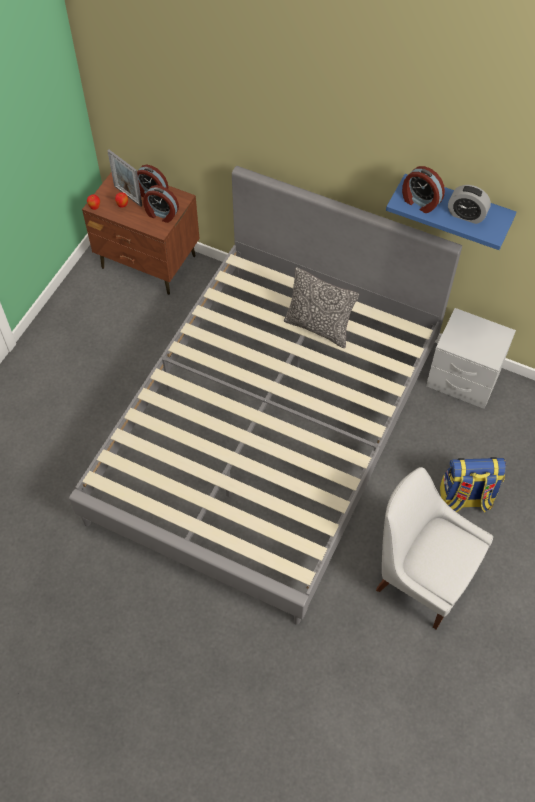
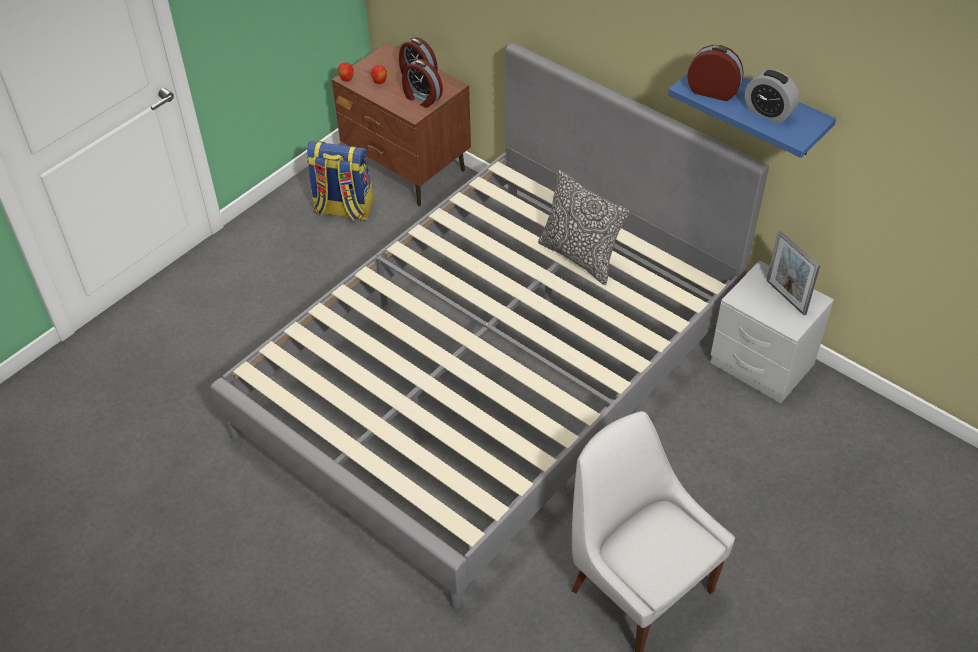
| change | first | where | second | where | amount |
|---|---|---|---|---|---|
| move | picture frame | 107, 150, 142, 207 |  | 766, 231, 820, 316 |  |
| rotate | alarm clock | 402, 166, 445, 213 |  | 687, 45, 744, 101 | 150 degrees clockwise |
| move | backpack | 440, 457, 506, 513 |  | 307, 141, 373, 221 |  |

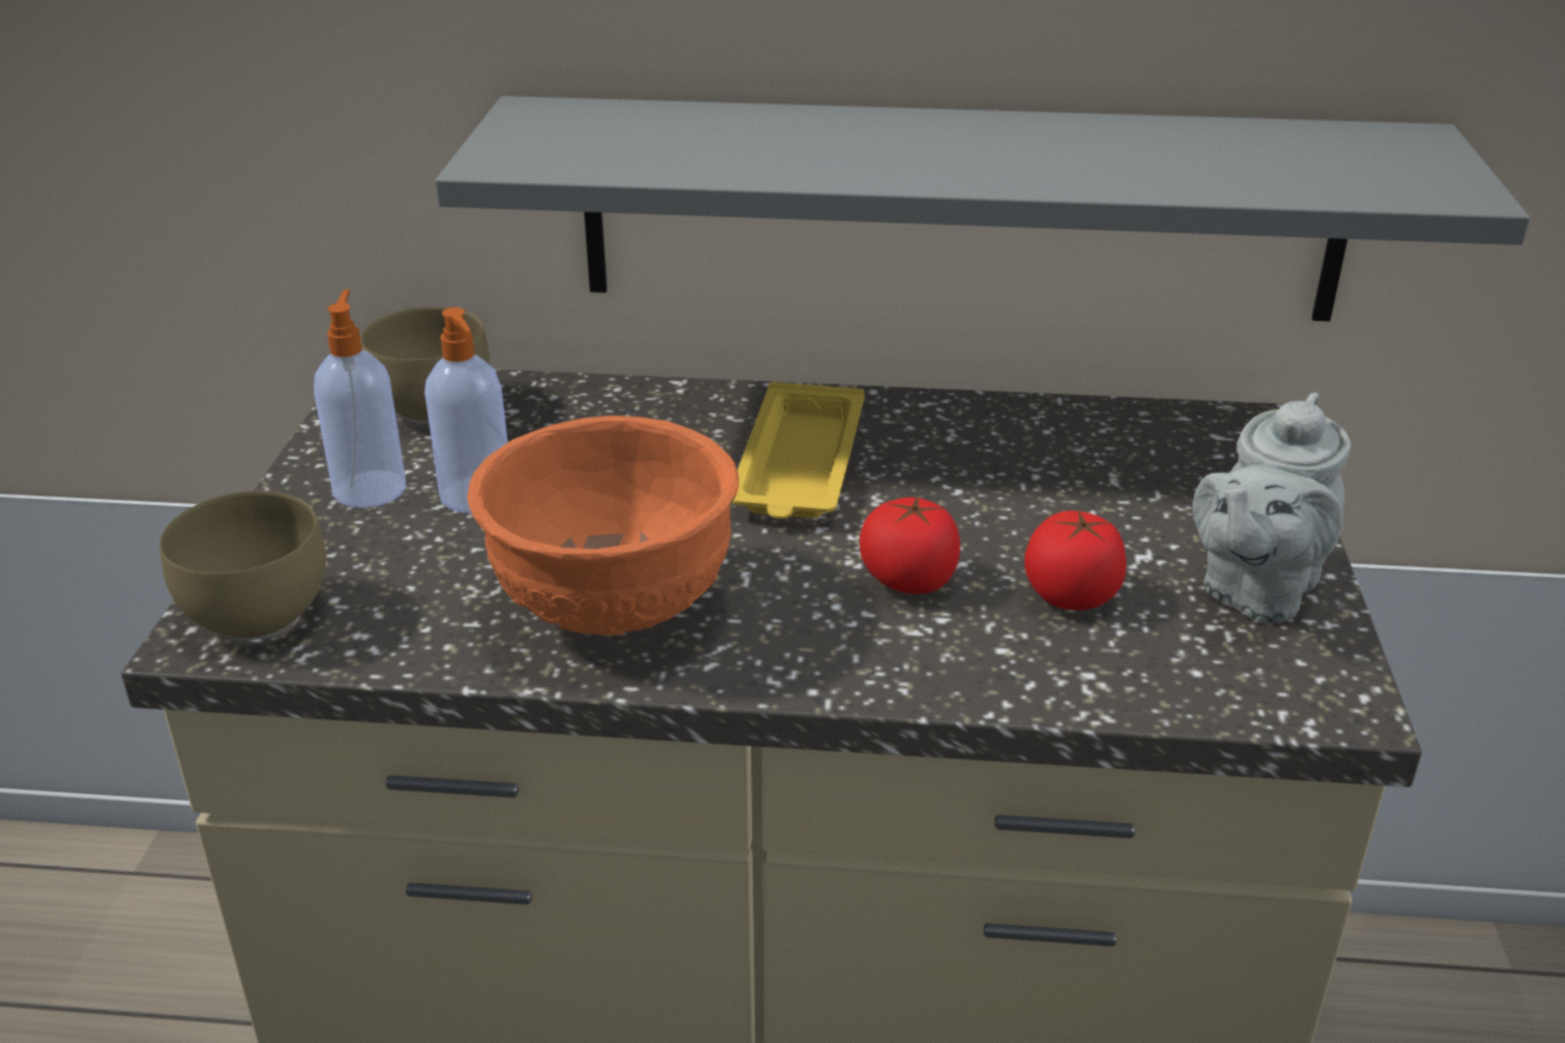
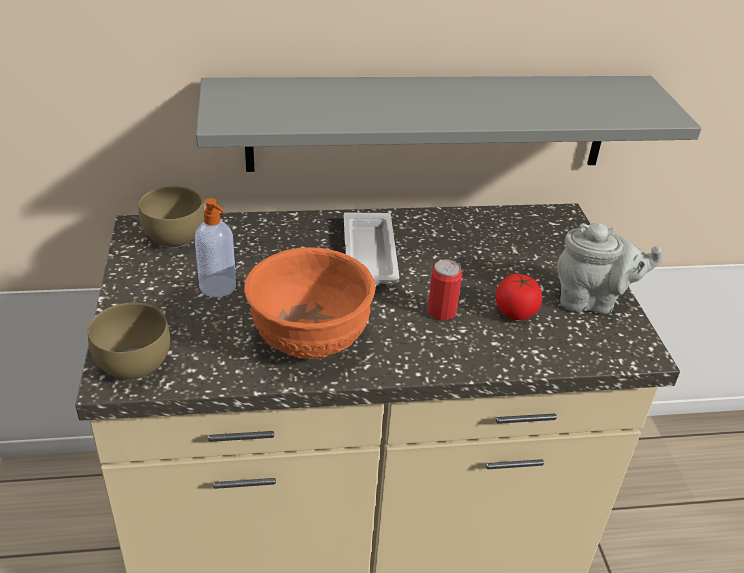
| change | first | where | second | where | amount |
|---|---|---|---|---|---|
| delete | soap dispenser | 314, 289, 406, 508 |  |  |  |
| recolor | tray/yellow | 732, 382, 865, 519 | tray/white | 344, 212, 399, 287 |  |
| rotate | teapot/grey | 1192, 392, 1351, 623 |  | 557, 222, 662, 314 | 105 degrees counterclockwise |
| replace | tomato | 860, 495, 960, 594 | can | 427, 259, 462, 320 |  |

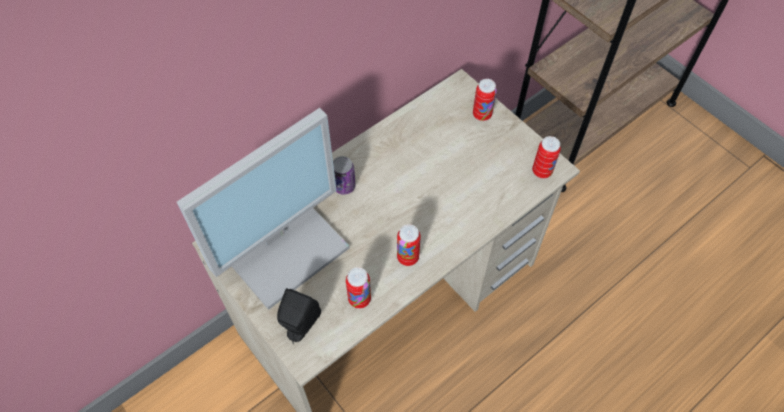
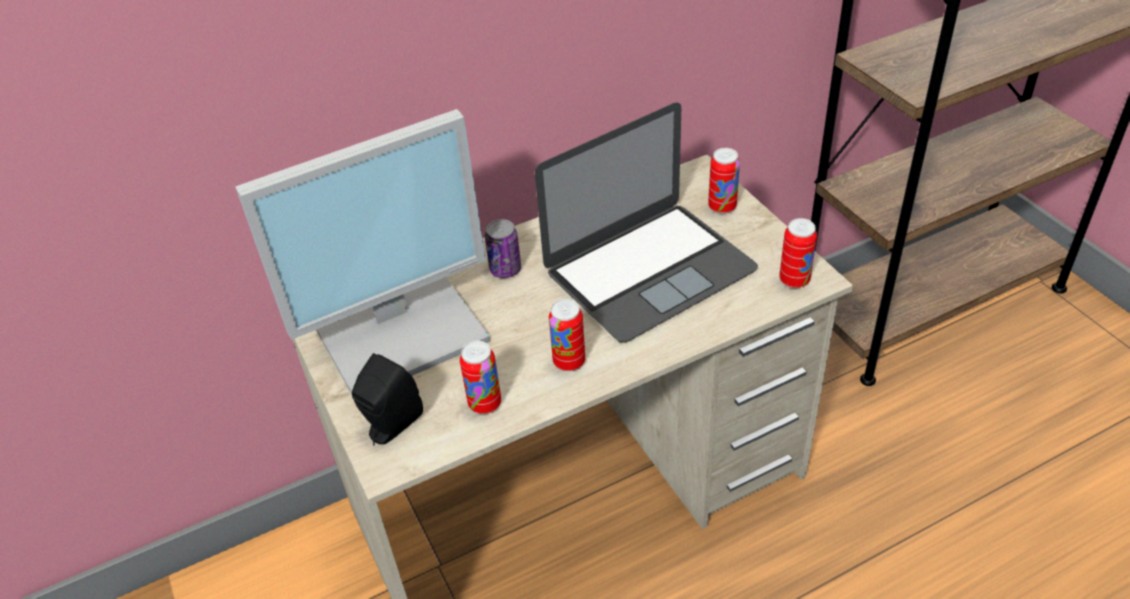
| change | first | where | second | where | amount |
|---|---|---|---|---|---|
| insert |  |  | laptop | 535, 103, 758, 343 |  |

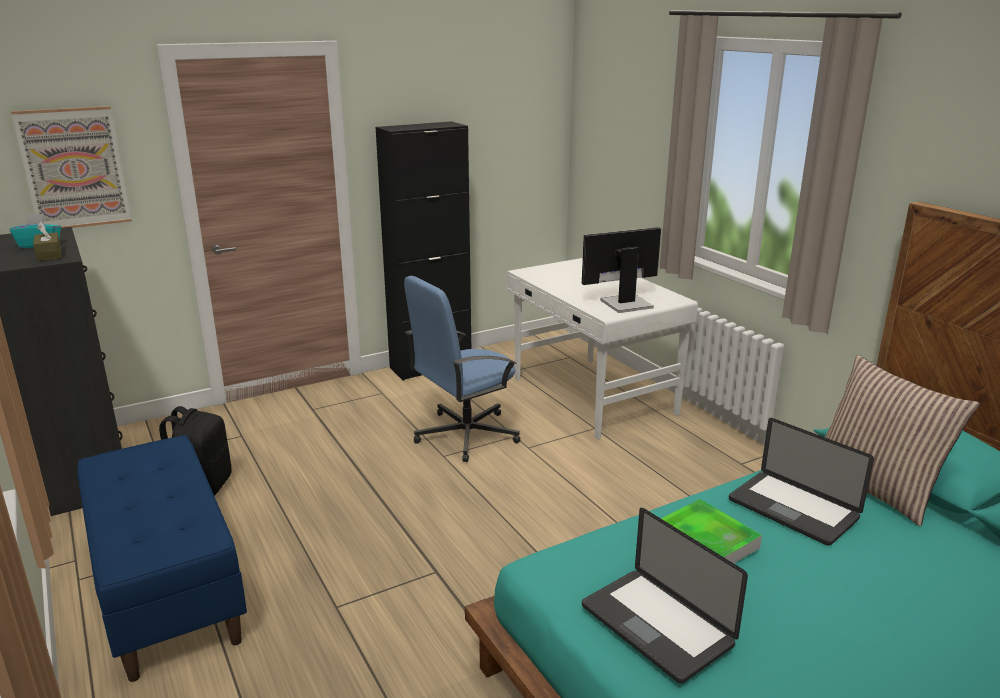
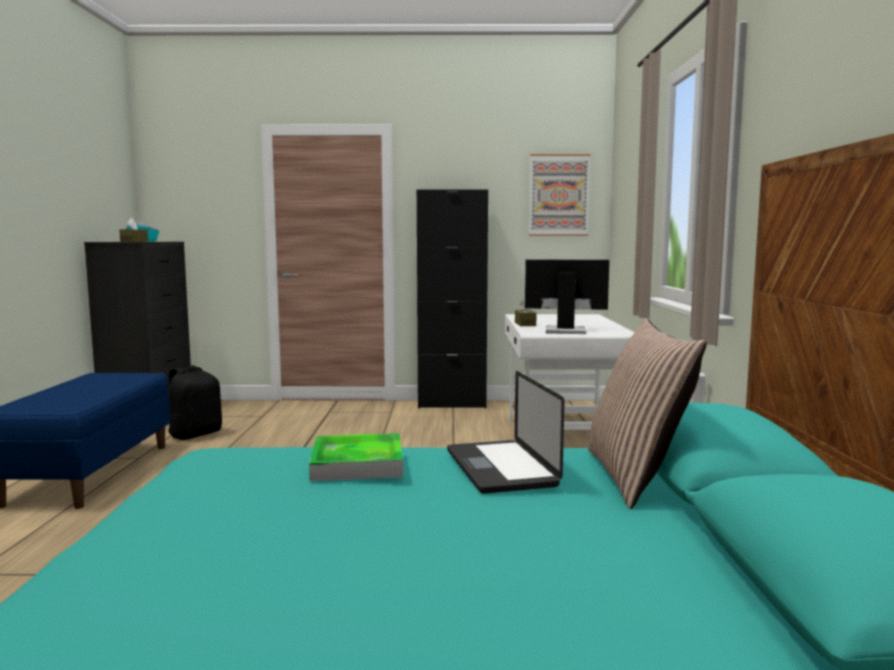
| change | first | where | second | where | amount |
|---|---|---|---|---|---|
| move | picture | 11, 106, 132, 228 |  | 529, 154, 591, 236 |  |
| delete | office chair/blue | 404, 276, 521, 462 |  |  |  |
| delete | laptop | 582, 508, 748, 683 |  |  |  |
| insert |  |  | tissue box/brown | 515, 299, 537, 326 |  |

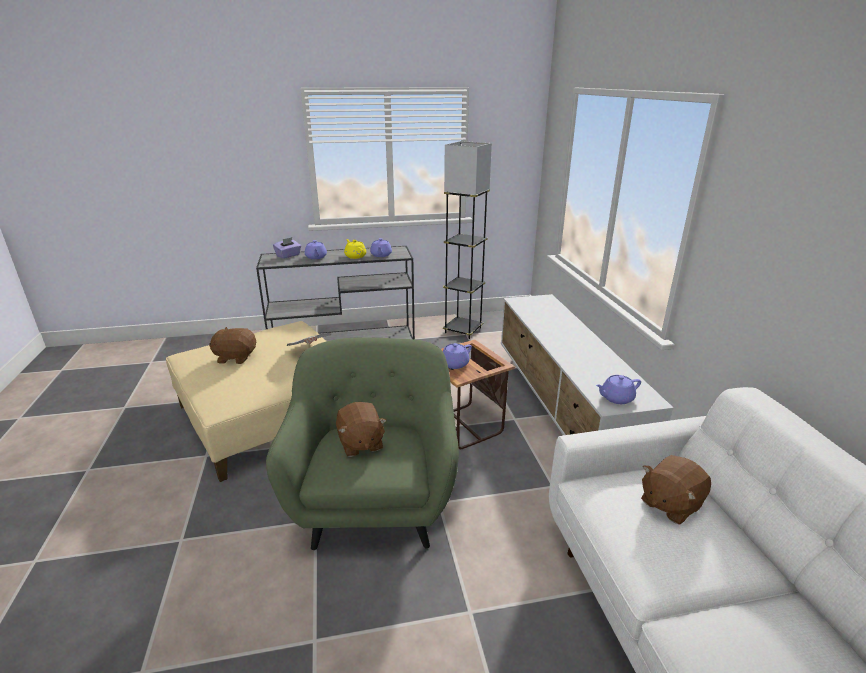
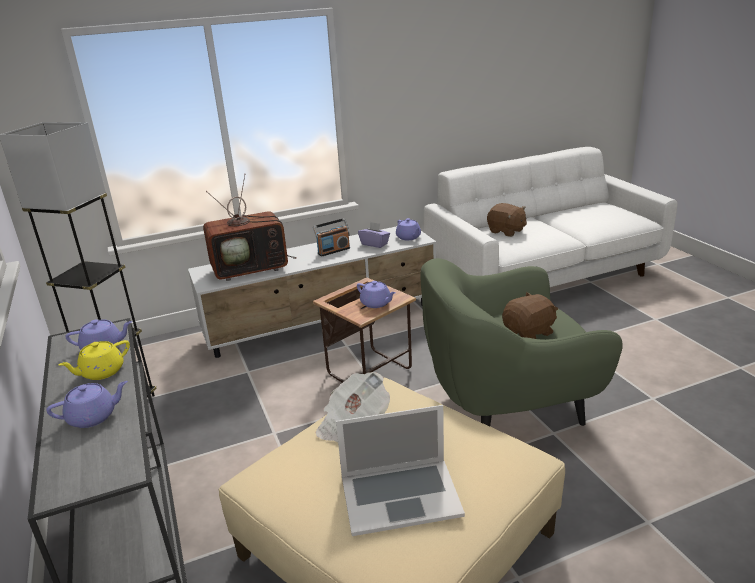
| change | first | where | second | where | amount |
|---|---|---|---|---|---|
| move | tissue box/purple | 273, 237, 301, 259 |  | 358, 222, 390, 248 |  |
| replace | plush toy/brown | 209, 327, 256, 364 | laptop | 336, 405, 465, 536 |  |
| insert |  |  | television | 203, 174, 296, 281 |  |
| insert |  |  | radio | 313, 218, 350, 256 |  |

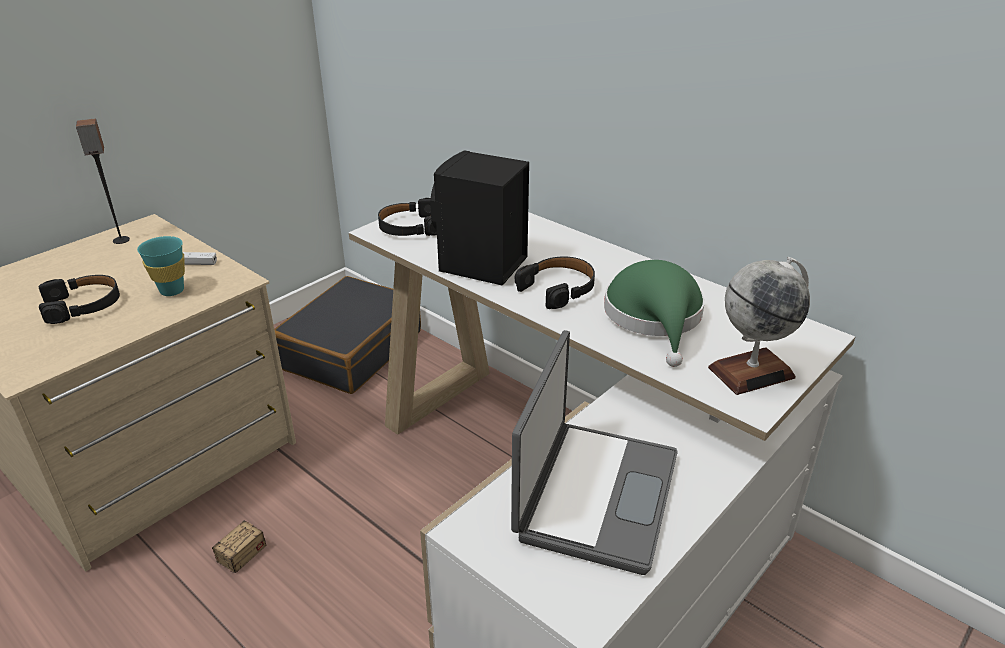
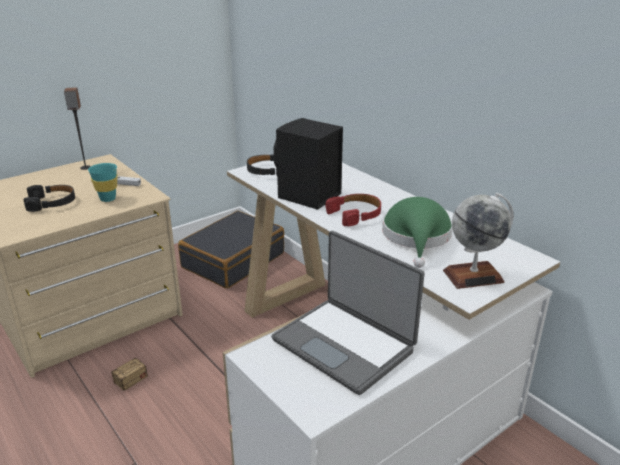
| change | first | where | second | where | amount |
|---|---|---|---|---|---|
| recolor | headphones/black | 515, 257, 595, 309 | headphones/red | 326, 194, 381, 226 |  |
| rotate | laptop | 511, 330, 678, 575 |  | 271, 231, 424, 395 | 105 degrees clockwise |

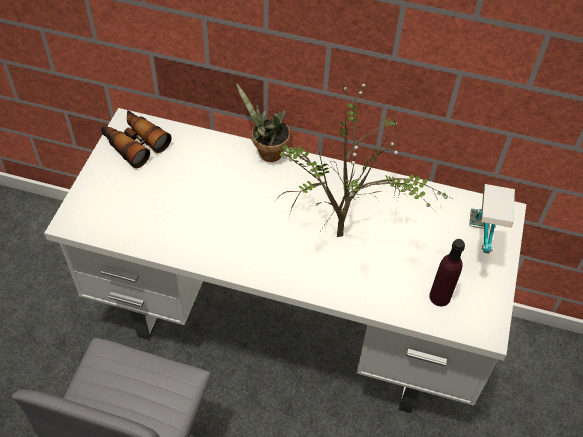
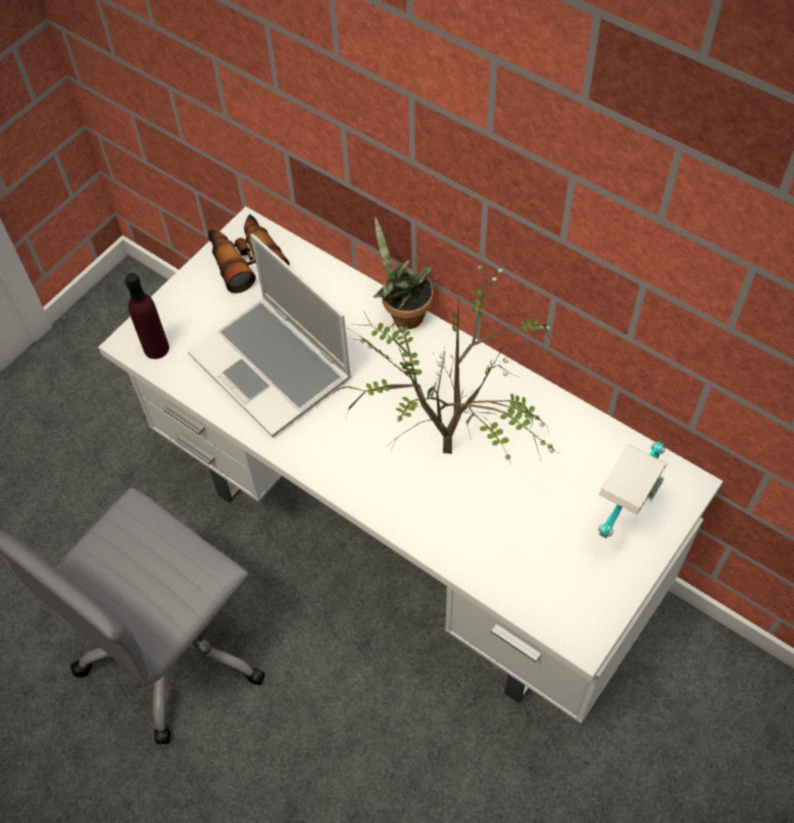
| change | first | where | second | where | amount |
|---|---|---|---|---|---|
| move | bottle/purple | 429, 239, 465, 306 |  | 125, 273, 169, 359 |  |
| insert |  |  | laptop | 188, 234, 352, 437 |  |

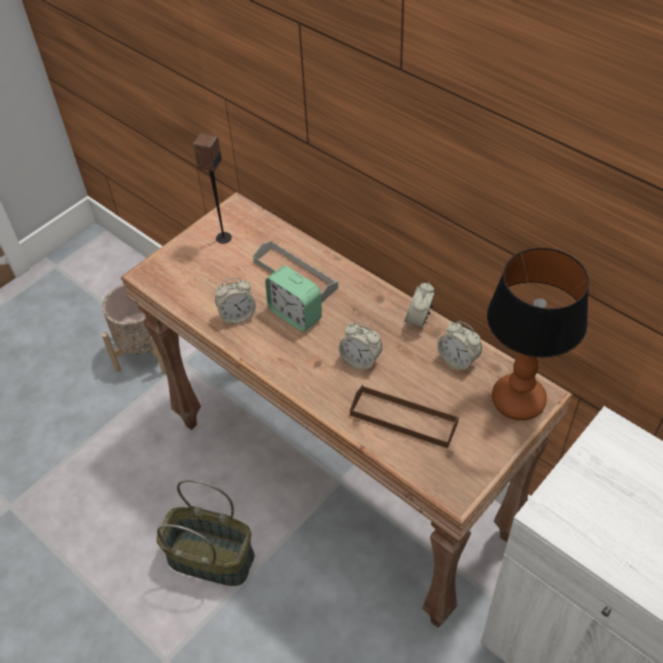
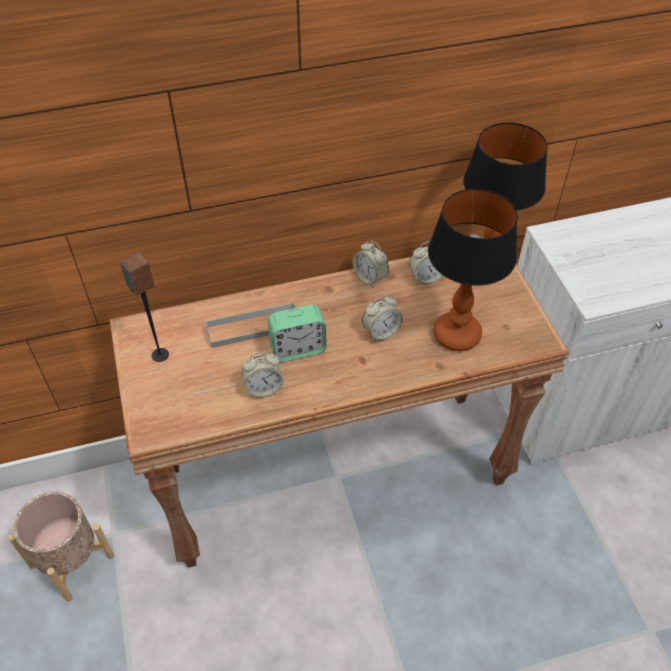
| change | first | where | second | where | amount |
|---|---|---|---|---|---|
| rotate | alarm clock | 215, 277, 256, 325 |  | 242, 352, 284, 398 | 60 degrees clockwise |
| replace | tray/brown | 350, 385, 459, 448 | table lamp | 428, 189, 518, 351 |  |
| delete | basket | 156, 479, 255, 586 |  |  |  |

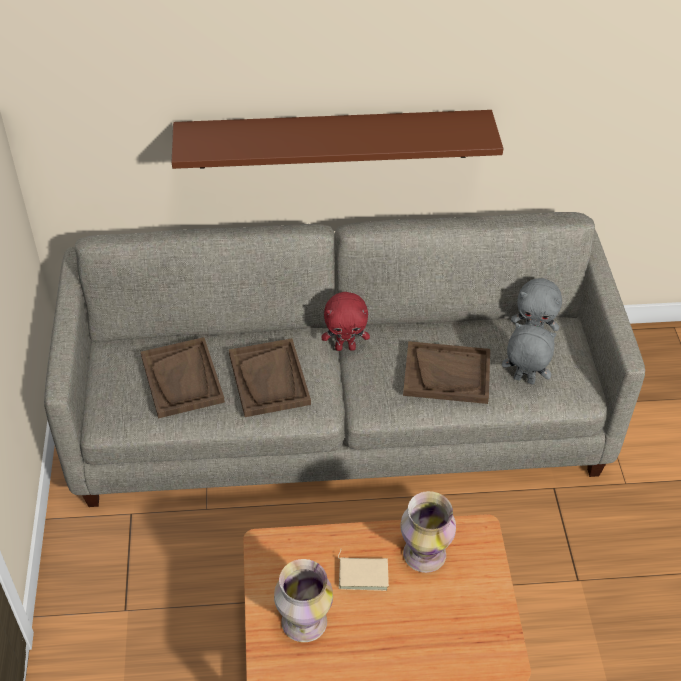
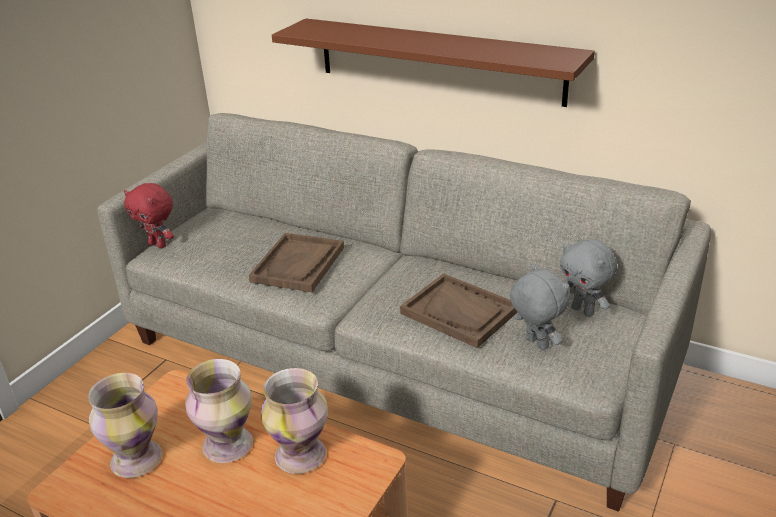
| change | first | where | second | where | amount |
|---|---|---|---|---|---|
| move | plush toy/red | 322, 292, 370, 351 |  | 124, 183, 174, 249 |  |
| delete | tray/brown | 141, 337, 225, 418 |  |  |  |
| replace | book/beige | 338, 549, 389, 591 | vase | 185, 359, 253, 463 |  |

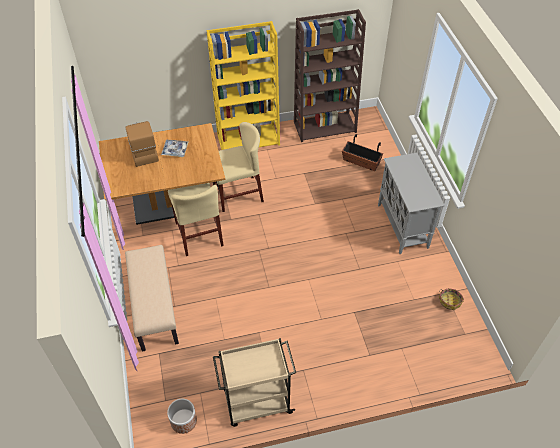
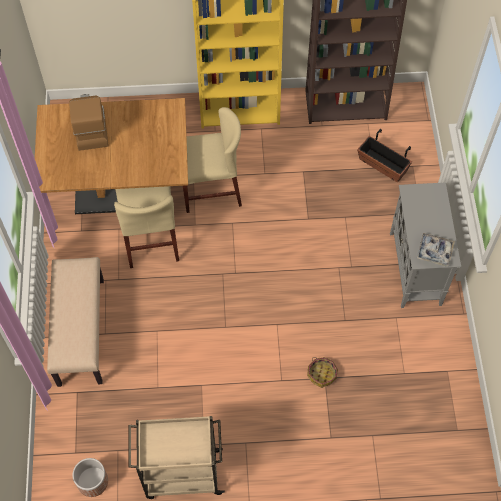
| change | first | where | second | where | amount |
|---|---|---|---|---|---|
| move | tray | 161, 140, 188, 157 |  | 417, 233, 455, 267 |  |
| move | basket | 439, 288, 464, 310 |  | 307, 357, 338, 388 |  |

